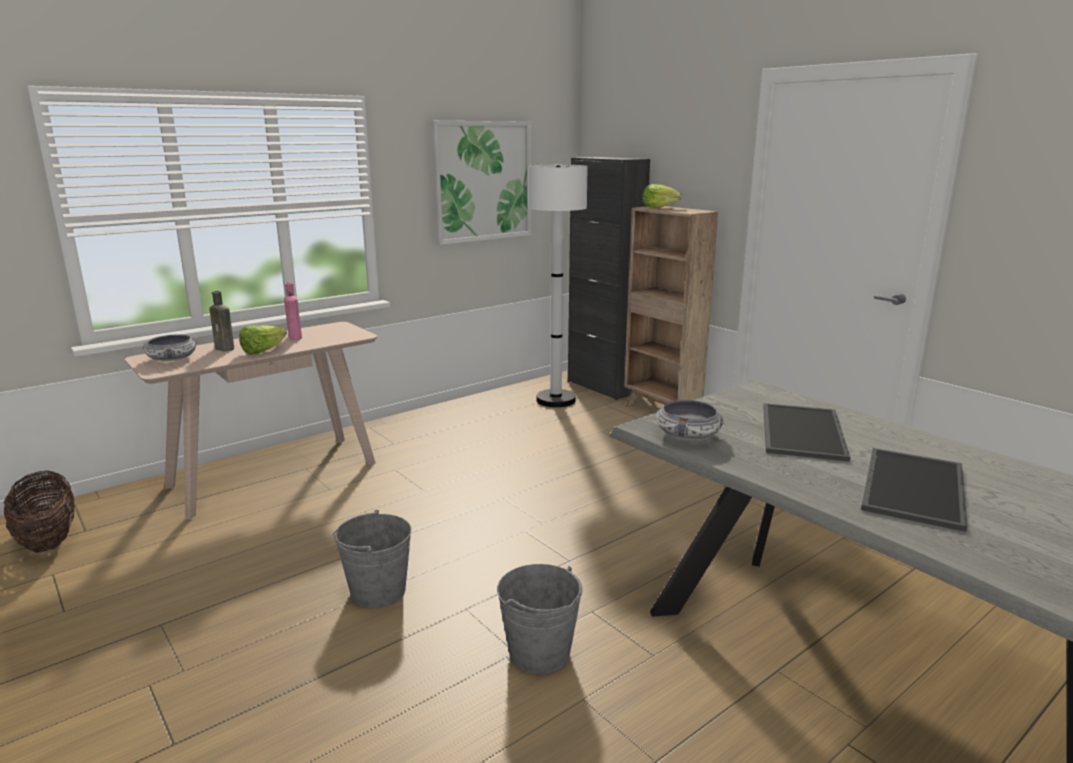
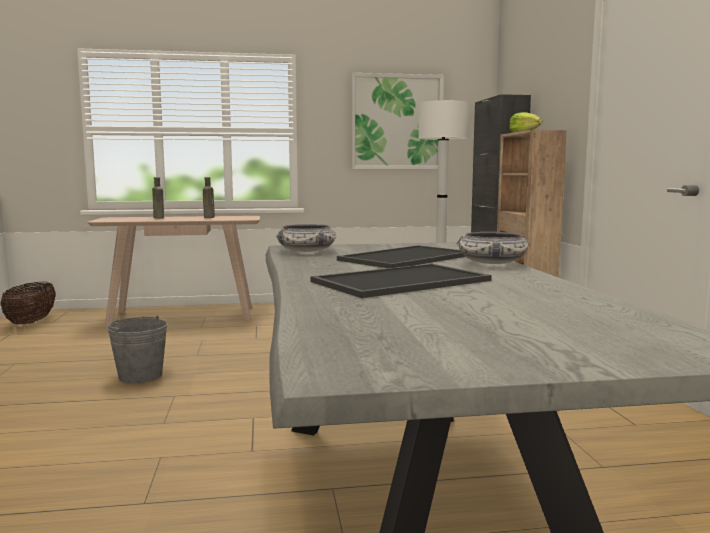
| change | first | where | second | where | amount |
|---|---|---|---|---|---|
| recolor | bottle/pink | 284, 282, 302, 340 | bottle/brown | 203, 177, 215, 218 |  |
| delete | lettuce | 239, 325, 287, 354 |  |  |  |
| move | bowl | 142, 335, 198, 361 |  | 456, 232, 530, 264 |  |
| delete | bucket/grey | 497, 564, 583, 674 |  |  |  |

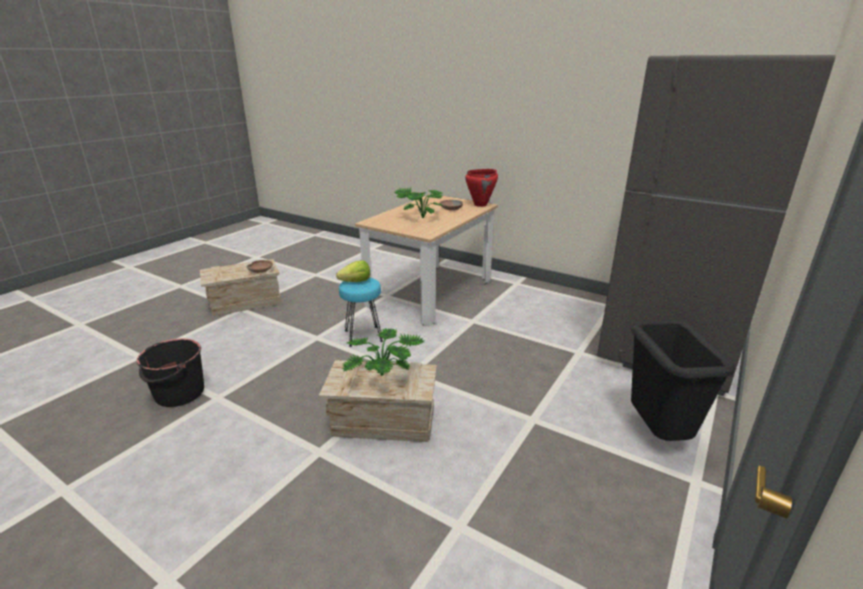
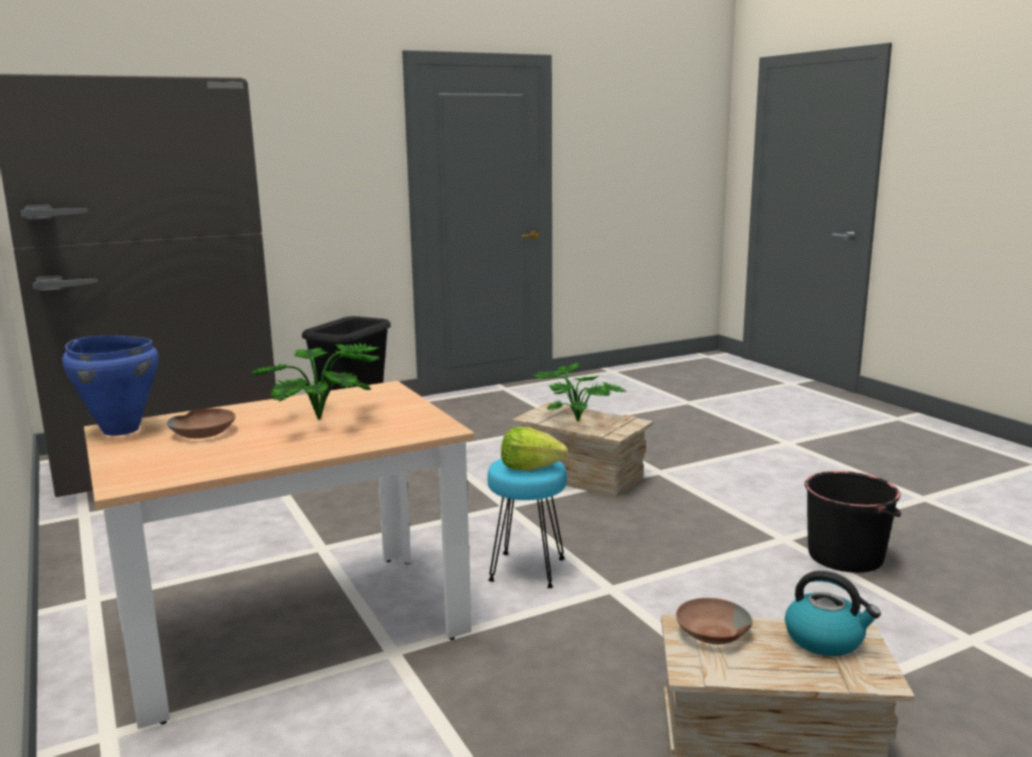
| change | first | where | second | where | amount |
|---|---|---|---|---|---|
| recolor | cooking pot/red | 465, 169, 498, 207 | cooking pot/blue | 62, 336, 159, 436 |  |
| insert |  |  | kettle | 785, 571, 881, 656 |  |

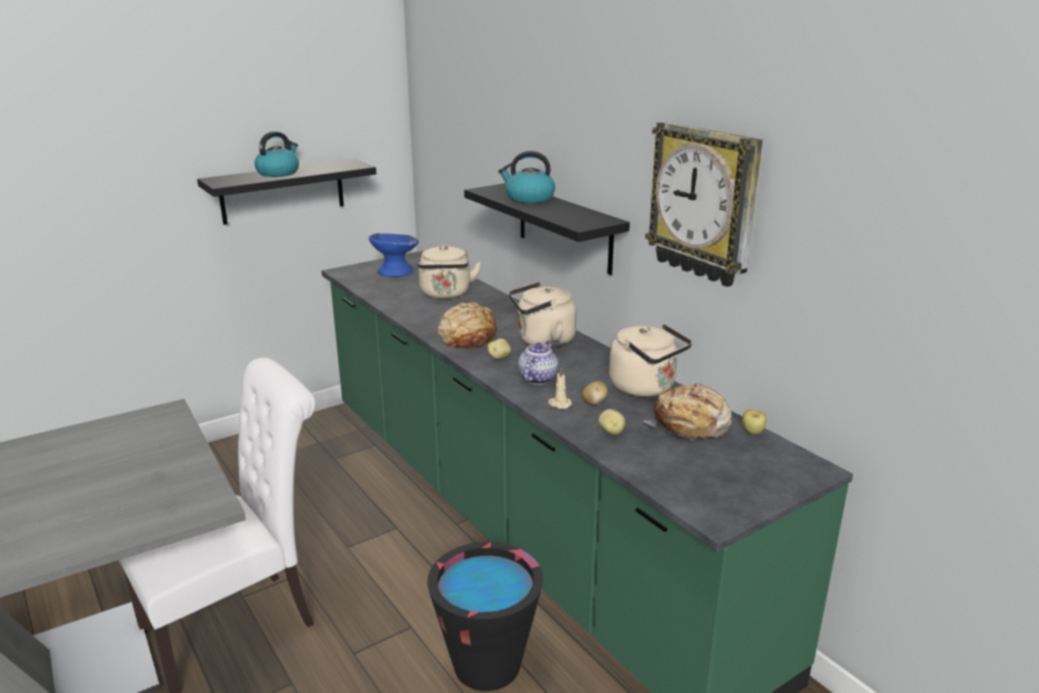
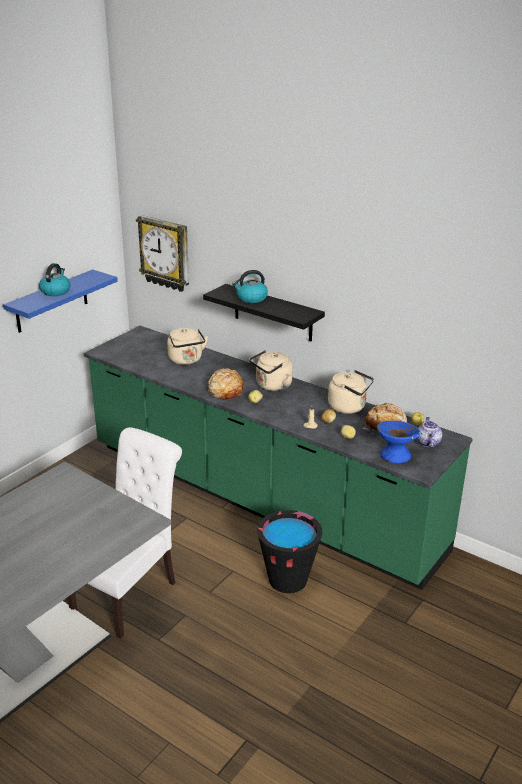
| change | first | where | second | where | amount |
|---|---|---|---|---|---|
| move | wall clock | 645, 121, 763, 287 |  | 136, 215, 189, 292 |  |
| recolor | shelf/black | 197, 159, 376, 225 | shelf/blue | 3, 270, 118, 333 |  |
| move | bowl/blue | 369, 233, 419, 277 |  | 377, 420, 420, 463 |  |
| move | teapot | 518, 340, 558, 385 |  | 417, 417, 442, 447 |  |

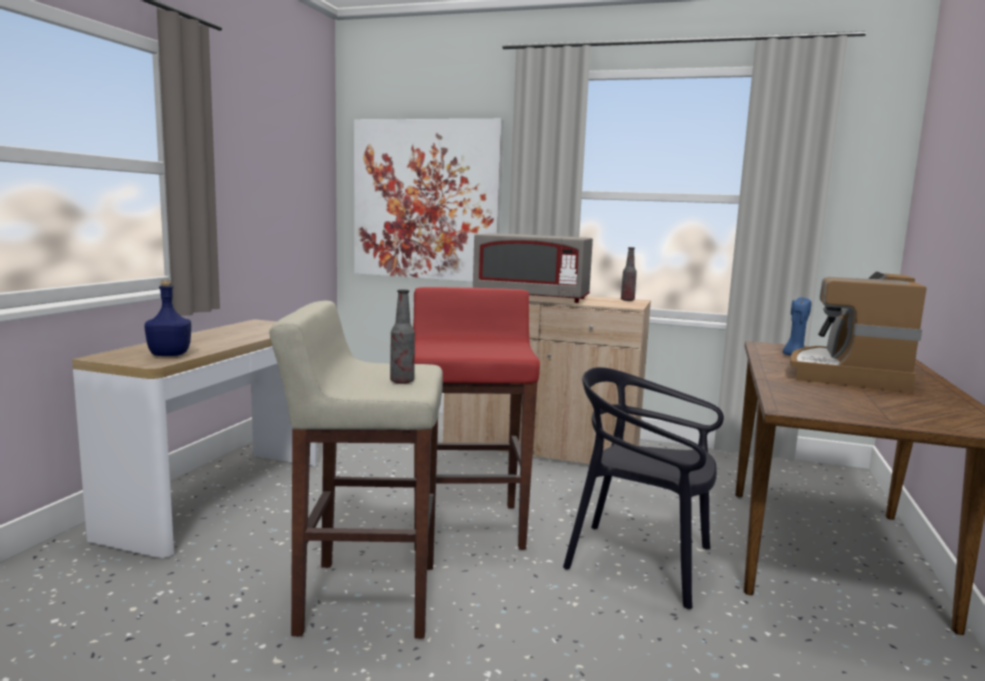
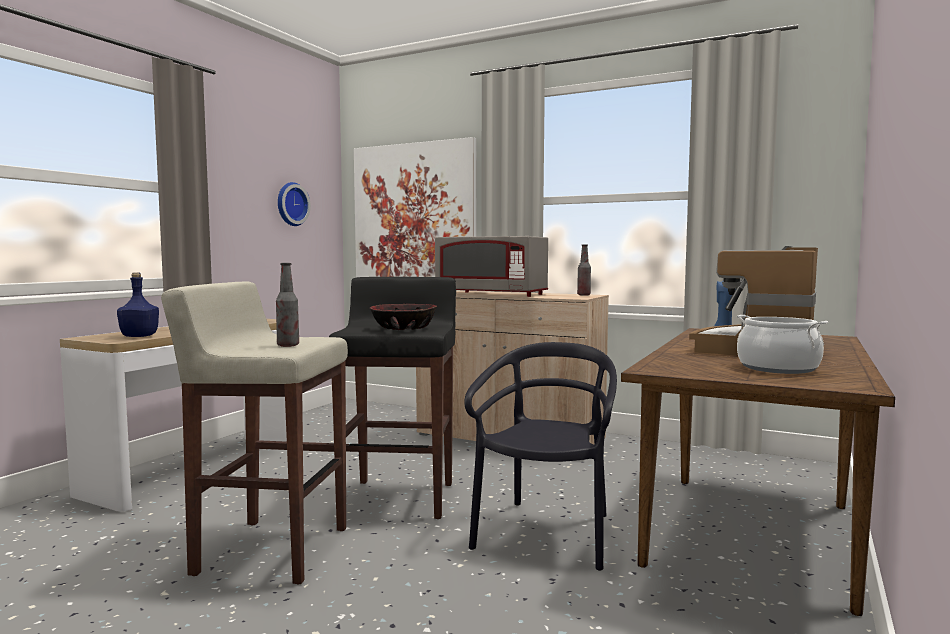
| change | first | where | second | where | amount |
|---|---|---|---|---|---|
| recolor | stool/red | 413, 287, 540, 550 | stool/black | 329, 277, 456, 519 |  |
| rotate | chair/black | 563, 367, 724, 609 |  | 464, 342, 617, 571 | 75 degrees clockwise |
| insert |  |  | wall clock | 278, 182, 311, 226 |  |
| insert |  |  | bowl | 370, 304, 437, 330 |  |
| insert |  |  | cooking pot | 737, 315, 828, 374 |  |

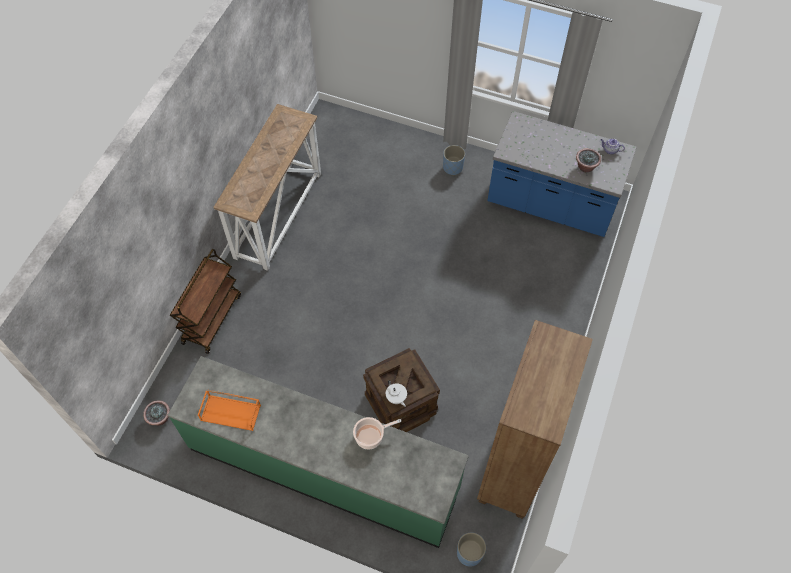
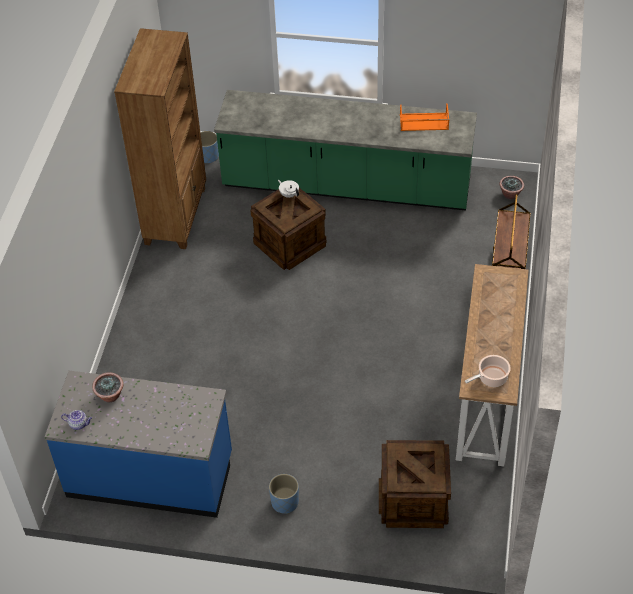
| change | first | where | second | where | amount |
|---|---|---|---|---|---|
| move | cooking pot | 353, 417, 401, 449 |  | 465, 355, 511, 387 |  |
| insert |  |  | crate | 379, 440, 451, 528 |  |

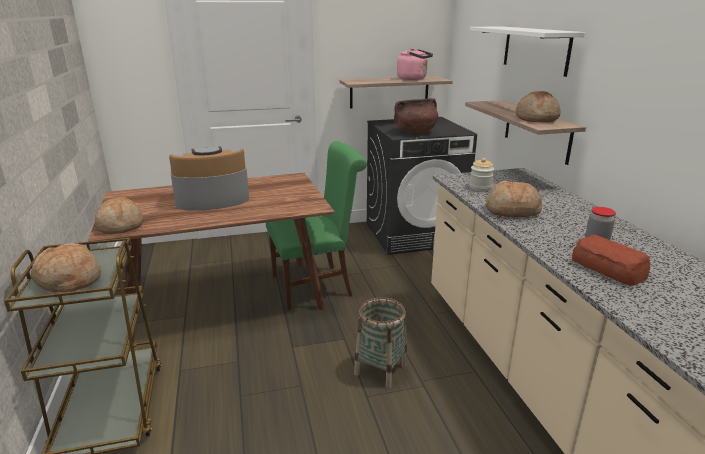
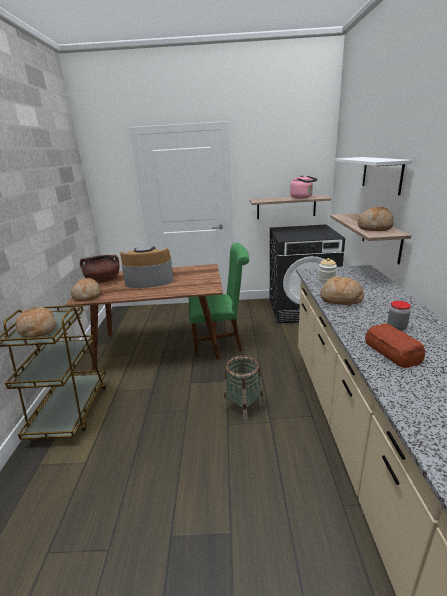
| change | first | where | second | where | amount |
|---|---|---|---|---|---|
| move | cooking pot/brown | 394, 98, 438, 133 |  | 80, 255, 119, 283 |  |

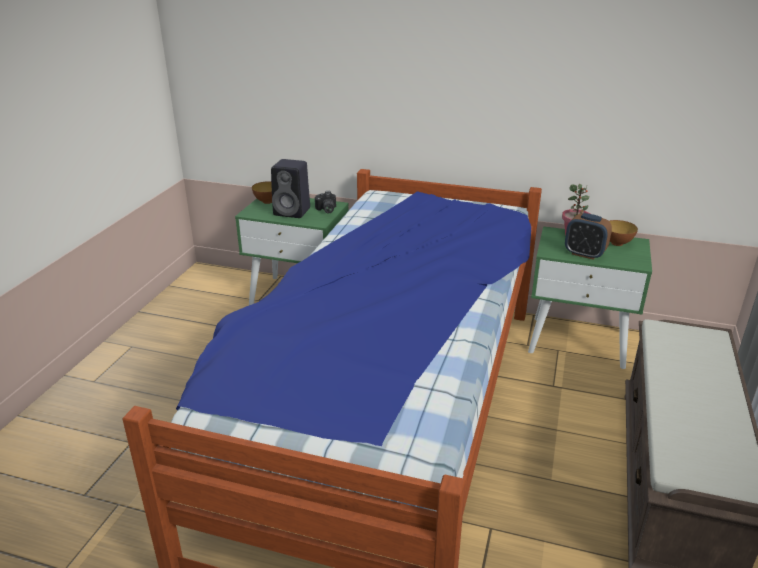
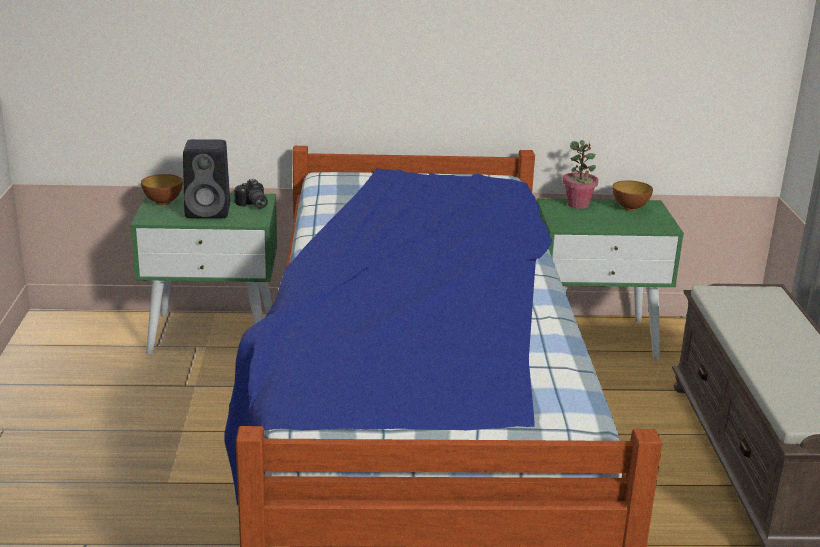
| change | first | where | second | where | amount |
|---|---|---|---|---|---|
| delete | alarm clock | 565, 213, 612, 260 |  |  |  |

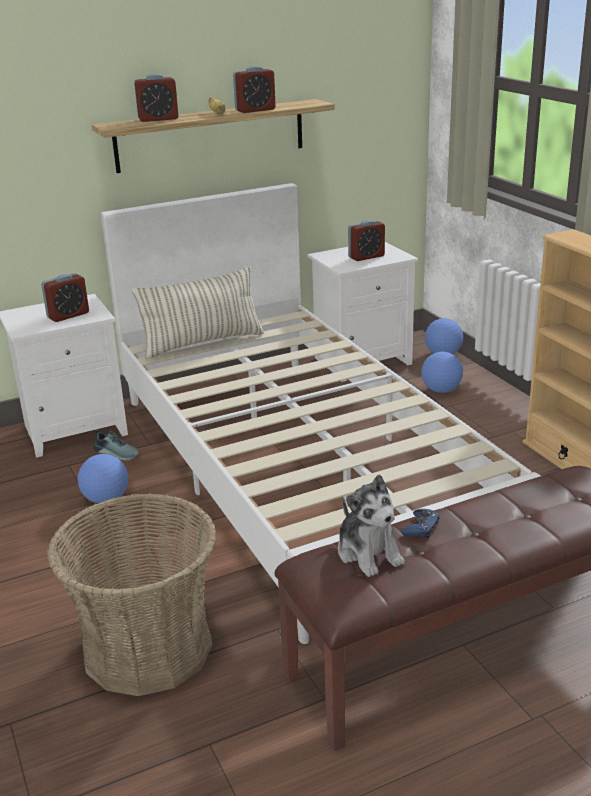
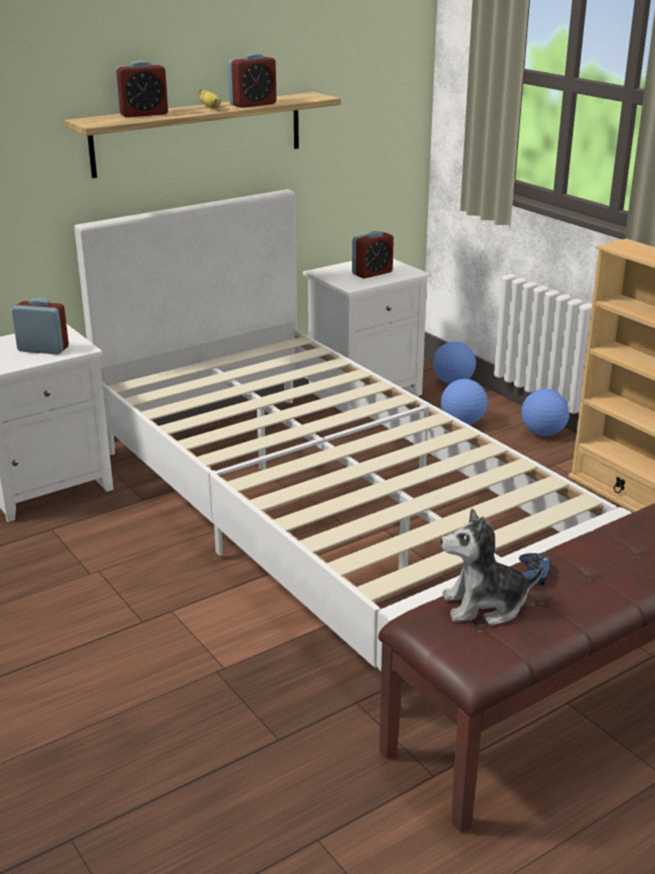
| change | first | where | second | where | amount |
|---|---|---|---|---|---|
| delete | pillow | 132, 267, 264, 359 |  |  |  |
| rotate | alarm clock | 41, 273, 89, 322 |  | 12, 298, 69, 354 | 120 degrees counterclockwise |
| delete | shoe | 94, 429, 140, 460 |  |  |  |
| move | football | 78, 454, 129, 504 |  | 521, 389, 570, 436 |  |
| rotate | plush toy | 338, 474, 405, 577 |  | 441, 508, 543, 626 | 120 degrees clockwise |
| delete | basket | 47, 493, 217, 696 |  |  |  |

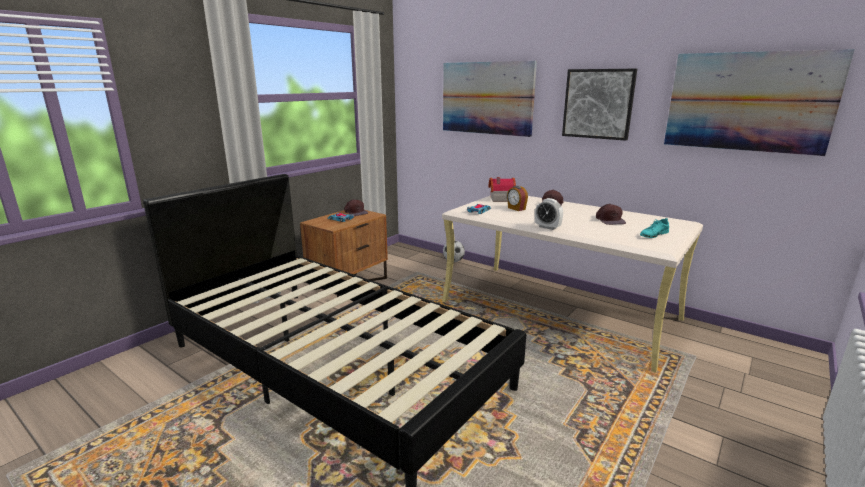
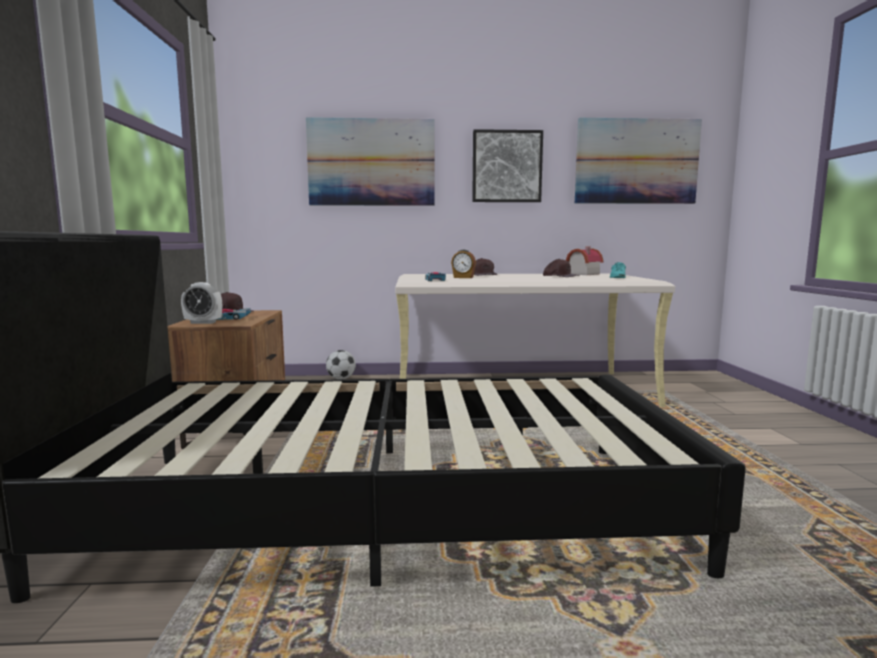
| change | first | where | second | where | amount |
|---|---|---|---|---|---|
| move | toy house | 488, 177, 516, 202 |  | 566, 247, 604, 275 |  |
| move | alarm clock | 535, 198, 563, 230 |  | 181, 282, 222, 324 |  |

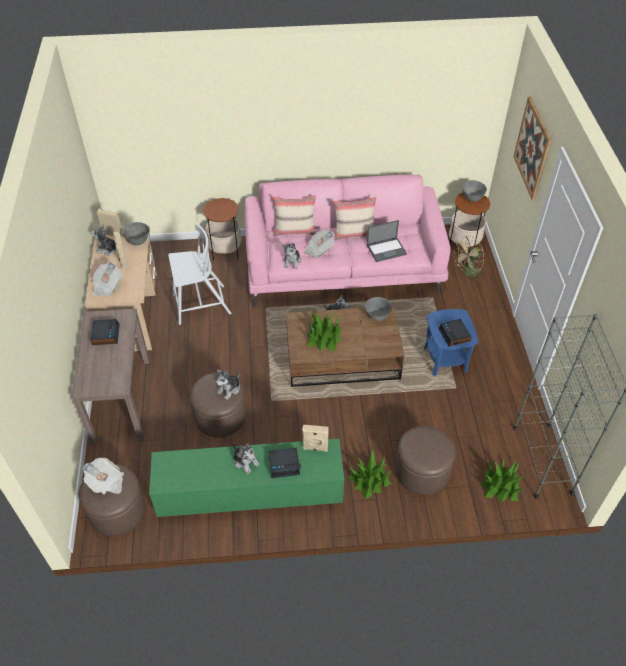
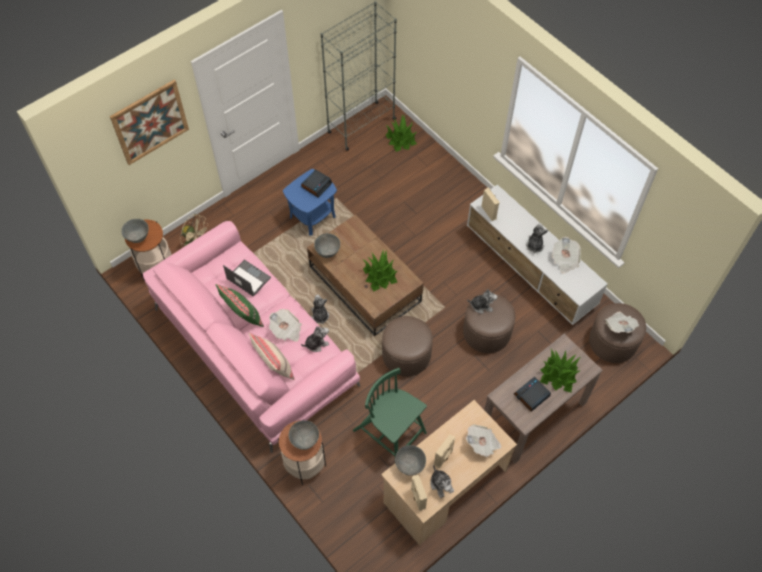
| change | first | where | second | where | amount |
|---|---|---|---|---|---|
| recolor | pillow/beige | 333, 196, 376, 240 | pillow/green | 215, 284, 264, 327 |  |
| recolor | chair/white | 168, 223, 231, 325 | chair/green | 353, 368, 427, 456 |  |
| move | ottoman/brown | 395, 426, 456, 495 |  | 382, 316, 433, 377 |  |
| recolor | tv stand/green | 149, 439, 344, 517 | tv stand/white | 467, 184, 608, 325 |  |
| delete | alarm clock | 268, 448, 301, 478 |  |  |  |
| move | potted plant | 348, 450, 392, 499 |  | 540, 349, 581, 393 |  |
| insert |  |  | newspaper | 551, 237, 581, 274 |  |
| insert |  |  | bowl/grey | 289, 420, 319, 450 |  |

